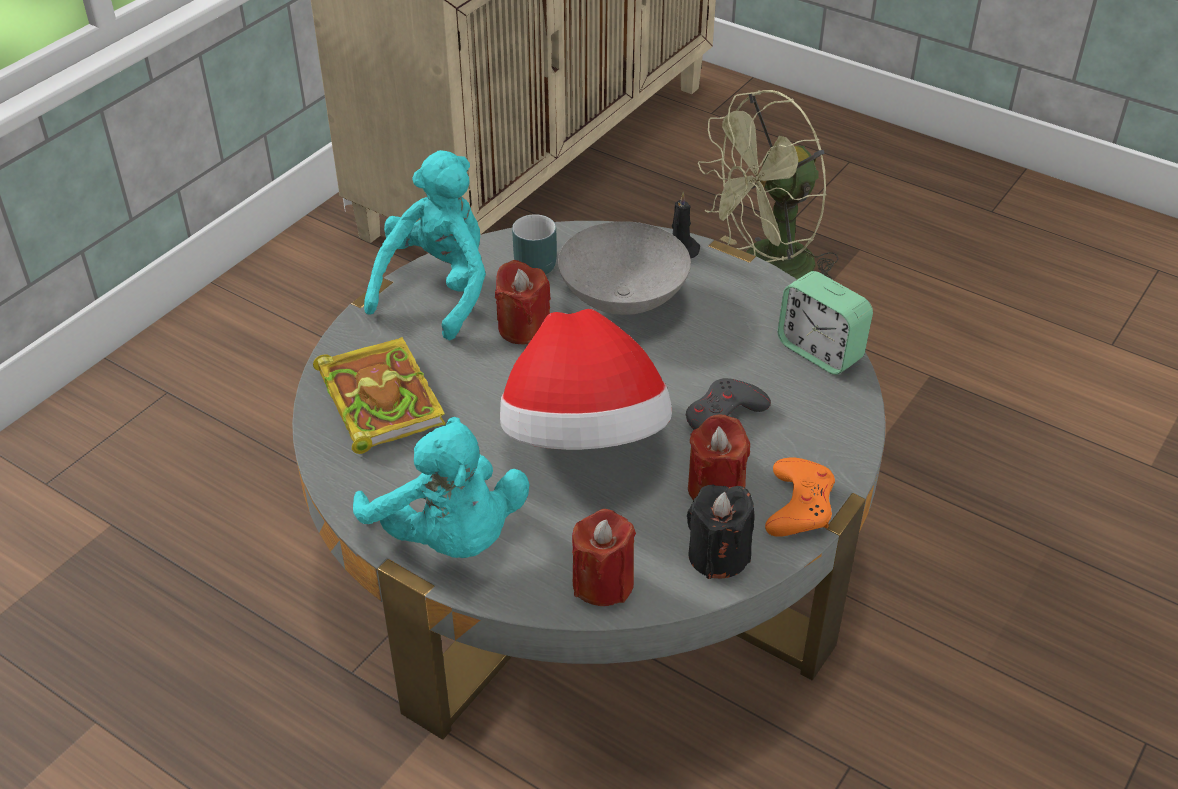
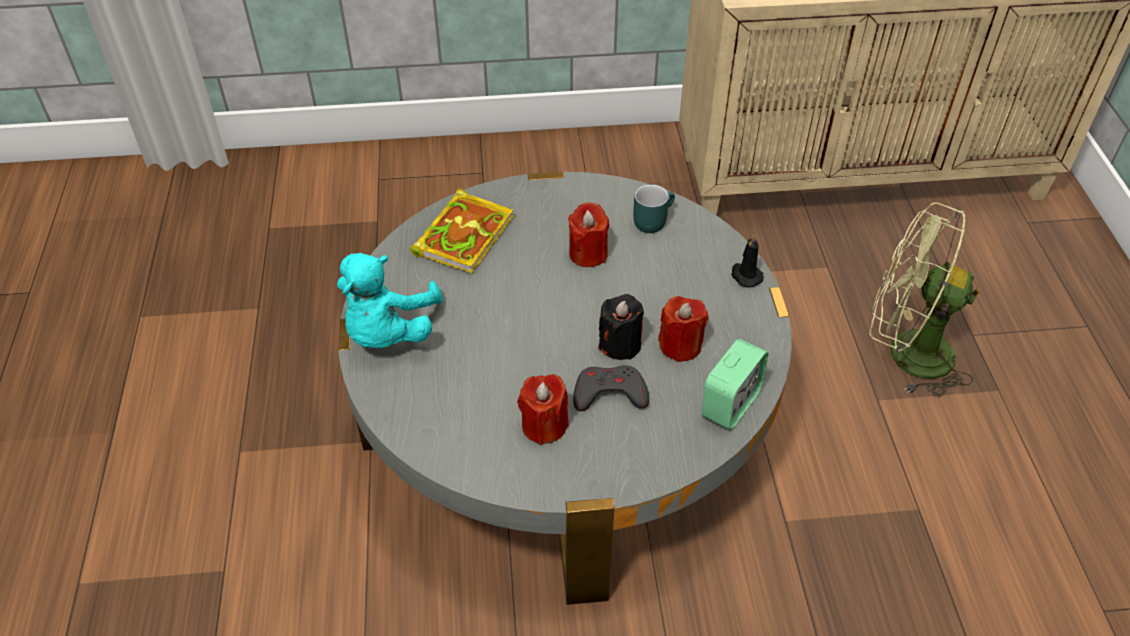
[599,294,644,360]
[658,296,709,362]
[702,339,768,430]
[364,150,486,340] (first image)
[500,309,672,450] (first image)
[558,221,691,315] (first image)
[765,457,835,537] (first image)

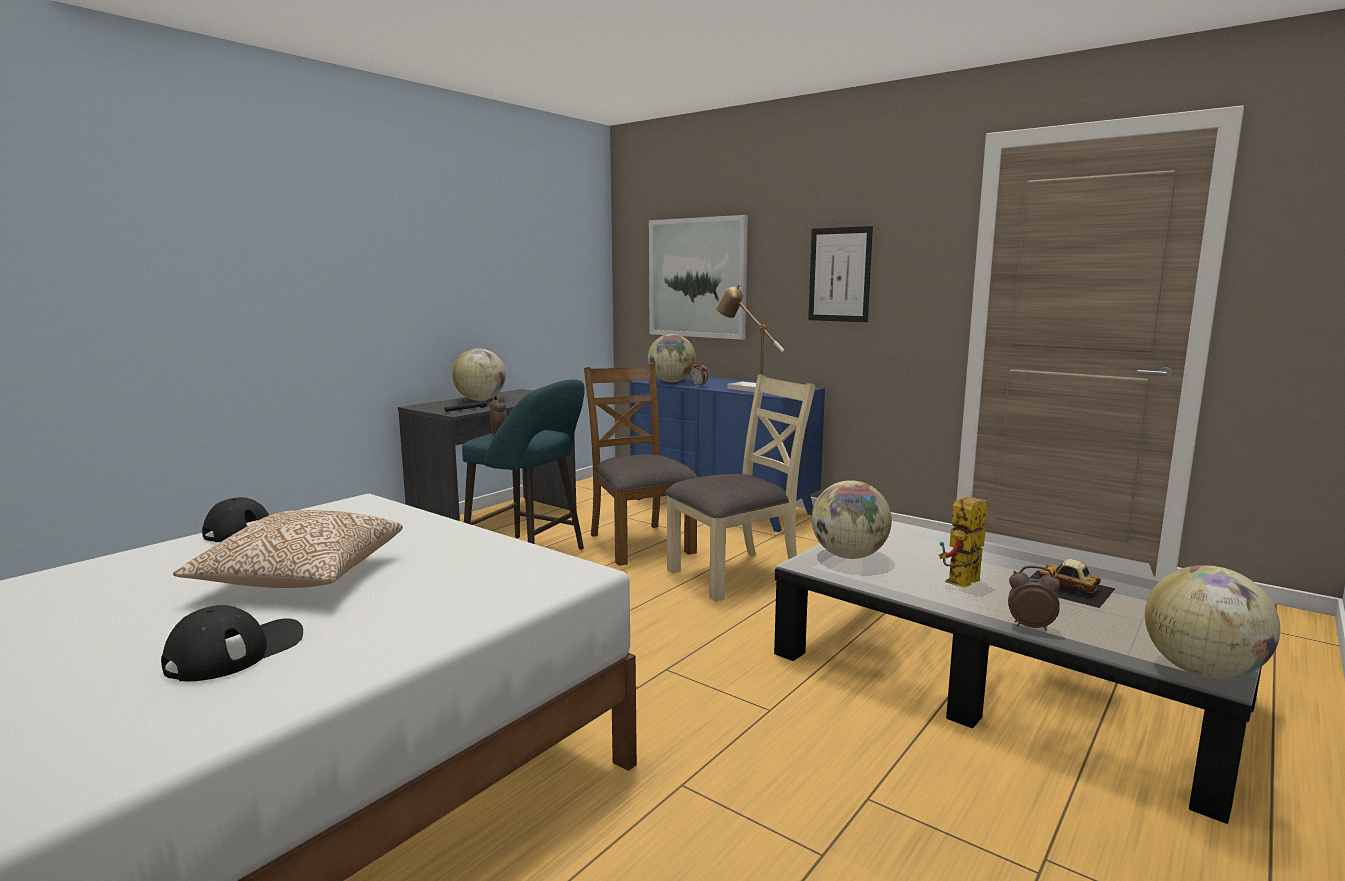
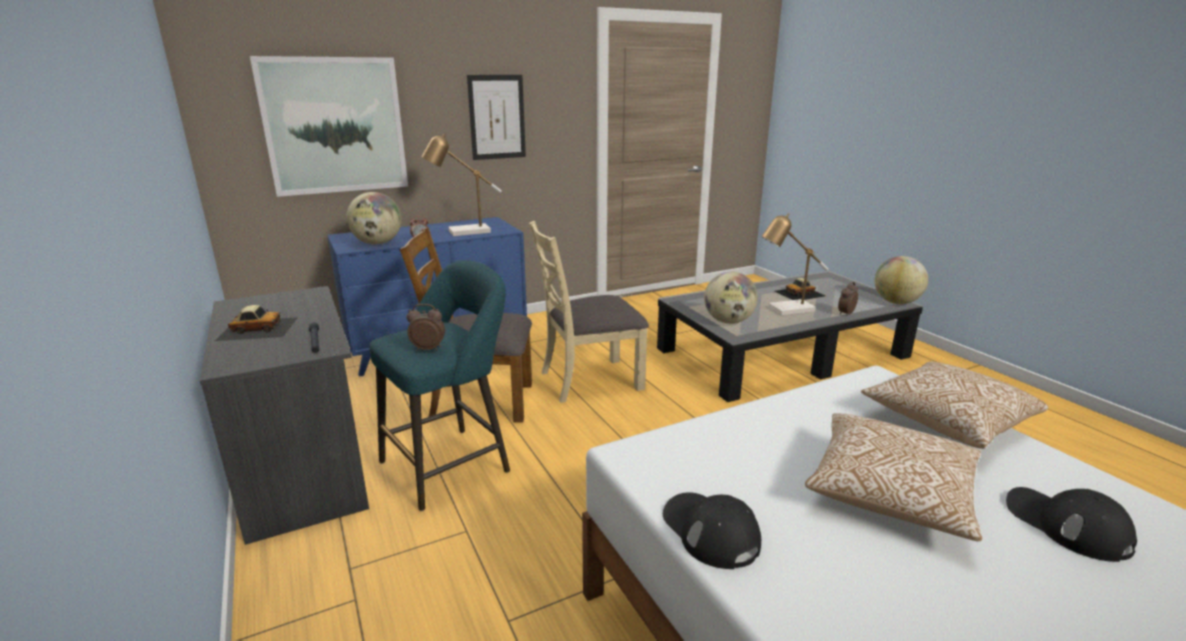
[215,305,298,341]
[529,221,649,403]
[762,213,829,315]
[861,362,1049,449]

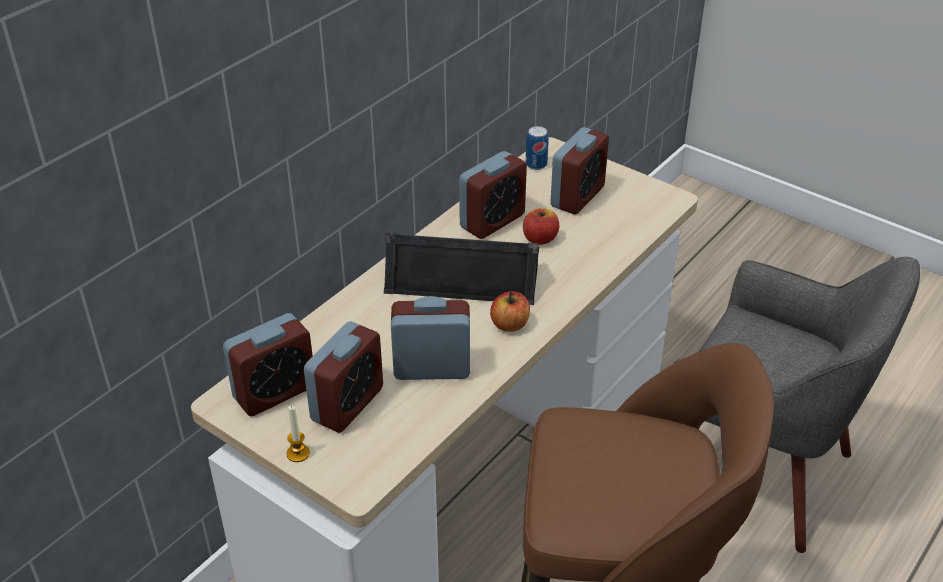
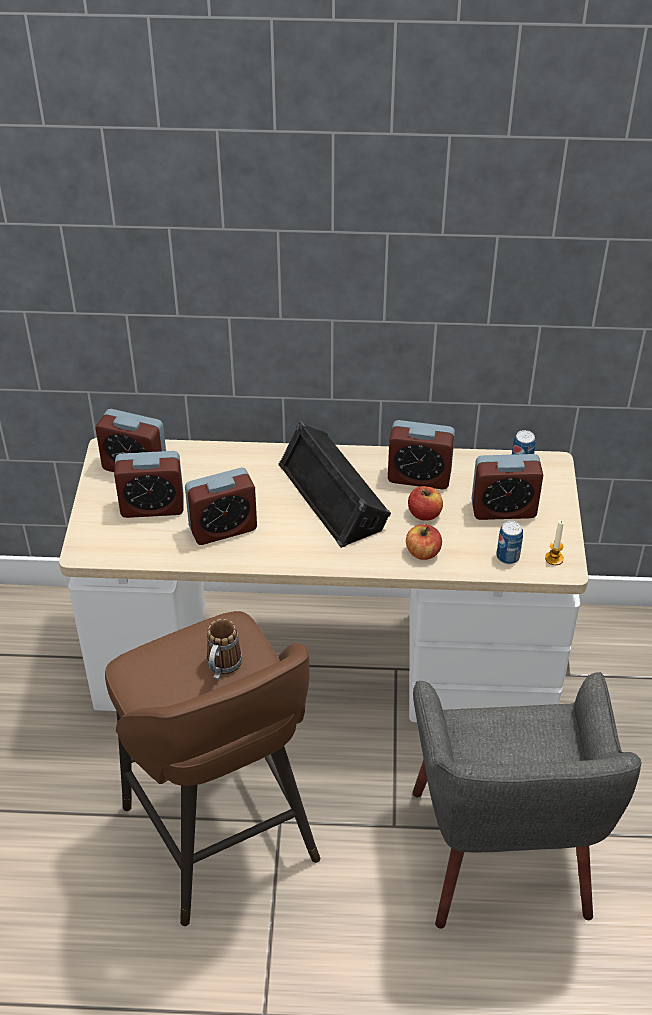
[185,468,257,545]
[206,619,242,680]
[406,524,442,560]
[496,521,523,564]
[545,520,564,565]

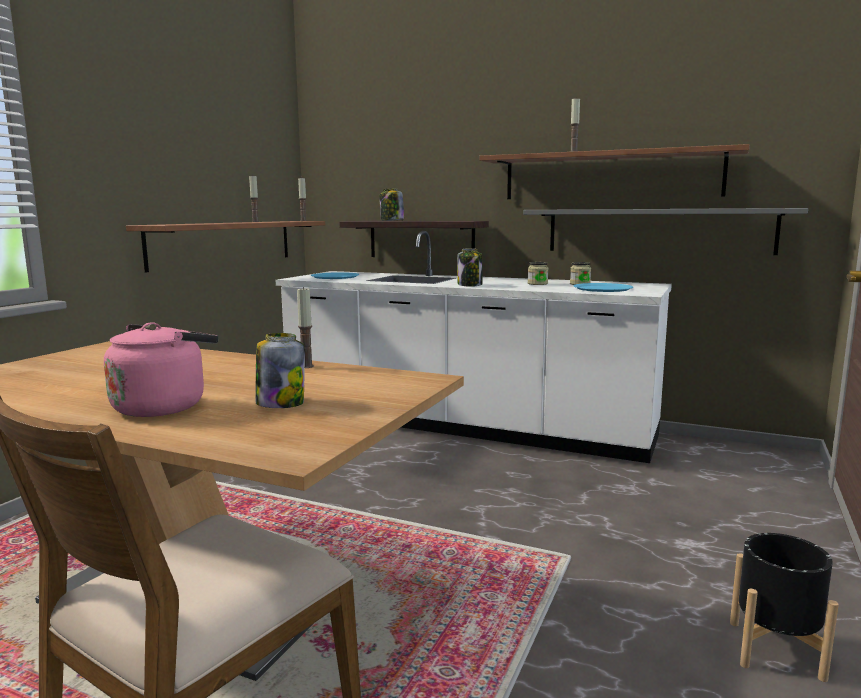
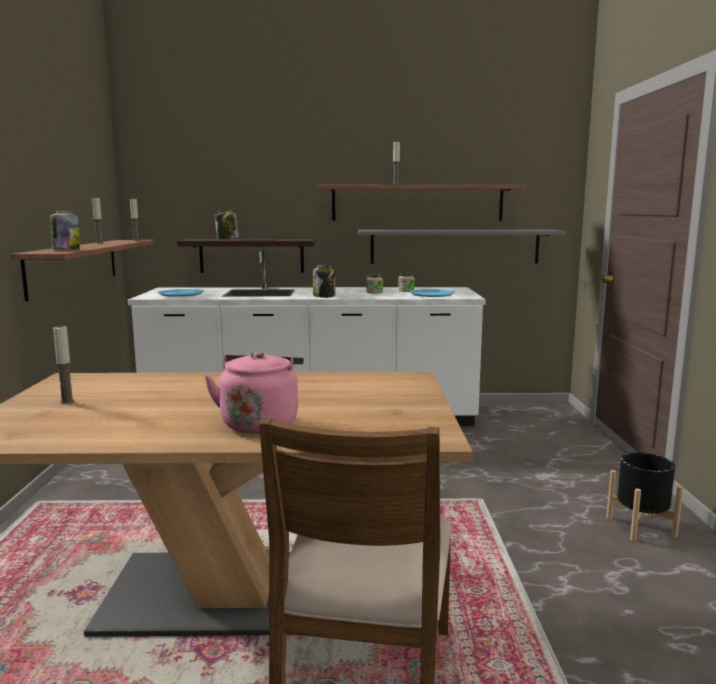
[50,210,80,250]
[53,325,75,404]

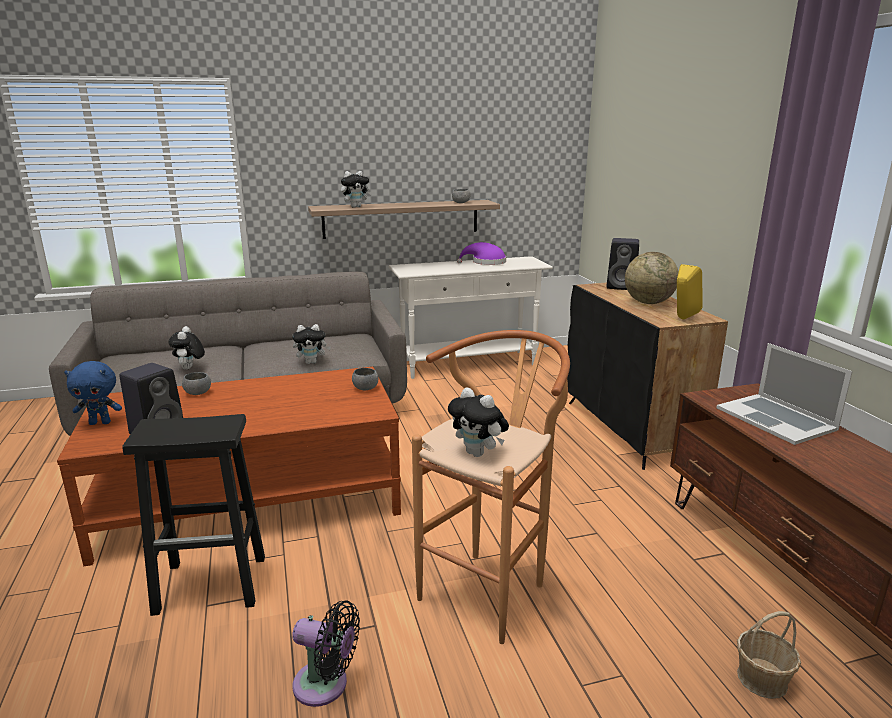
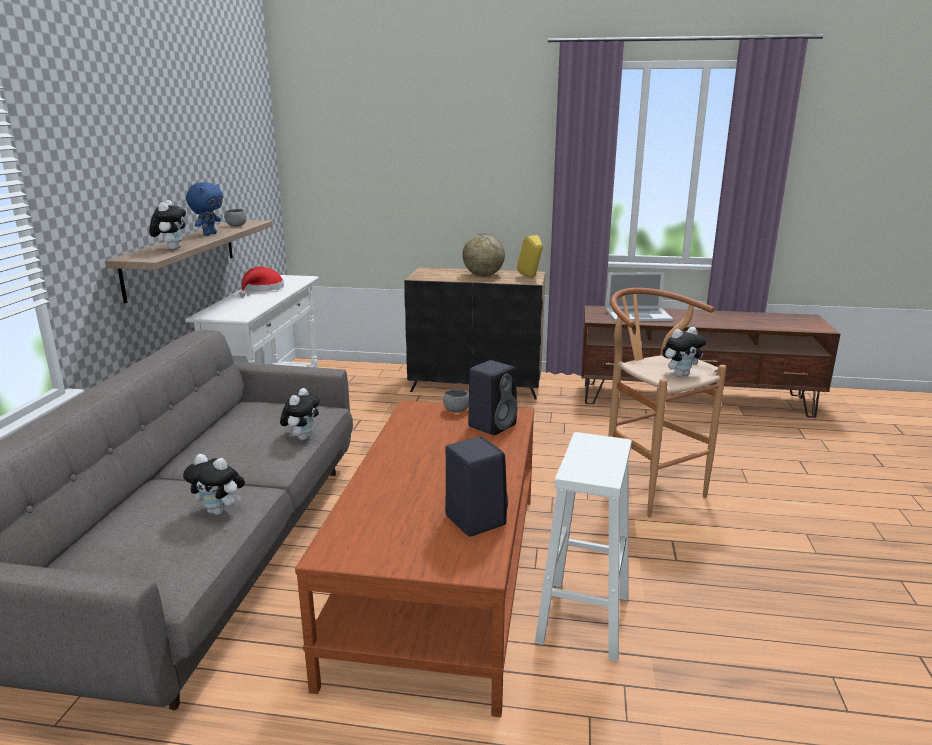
[186,182,223,236]
[240,267,284,296]
[468,360,518,435]
[535,432,632,662]
[182,372,211,395] (first image)
[292,600,360,707] (first image)
[737,611,801,699] (first image)

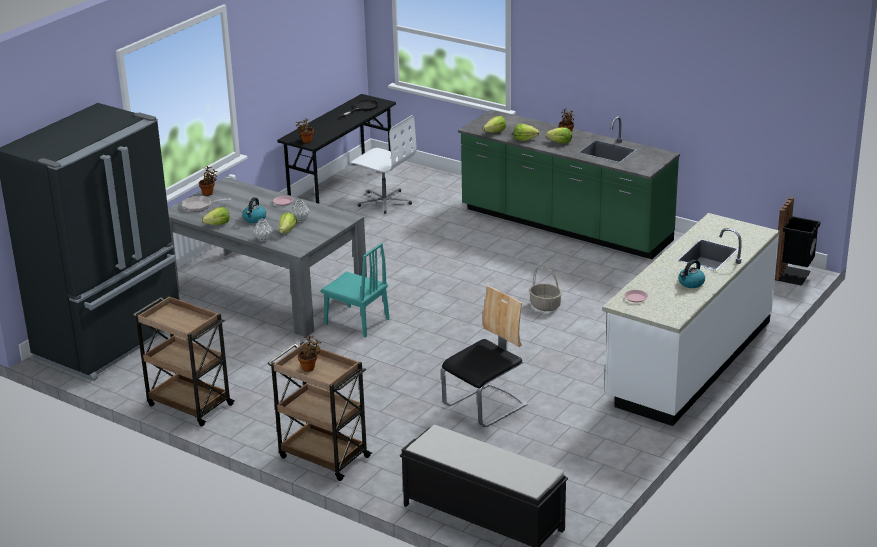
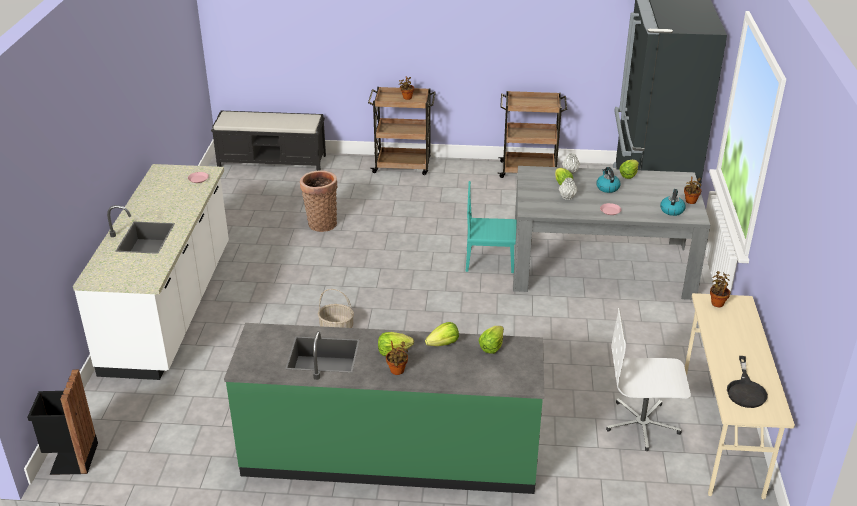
[300,170,338,232]
[660,189,686,216]
[685,293,795,499]
[182,196,231,212] (first image)

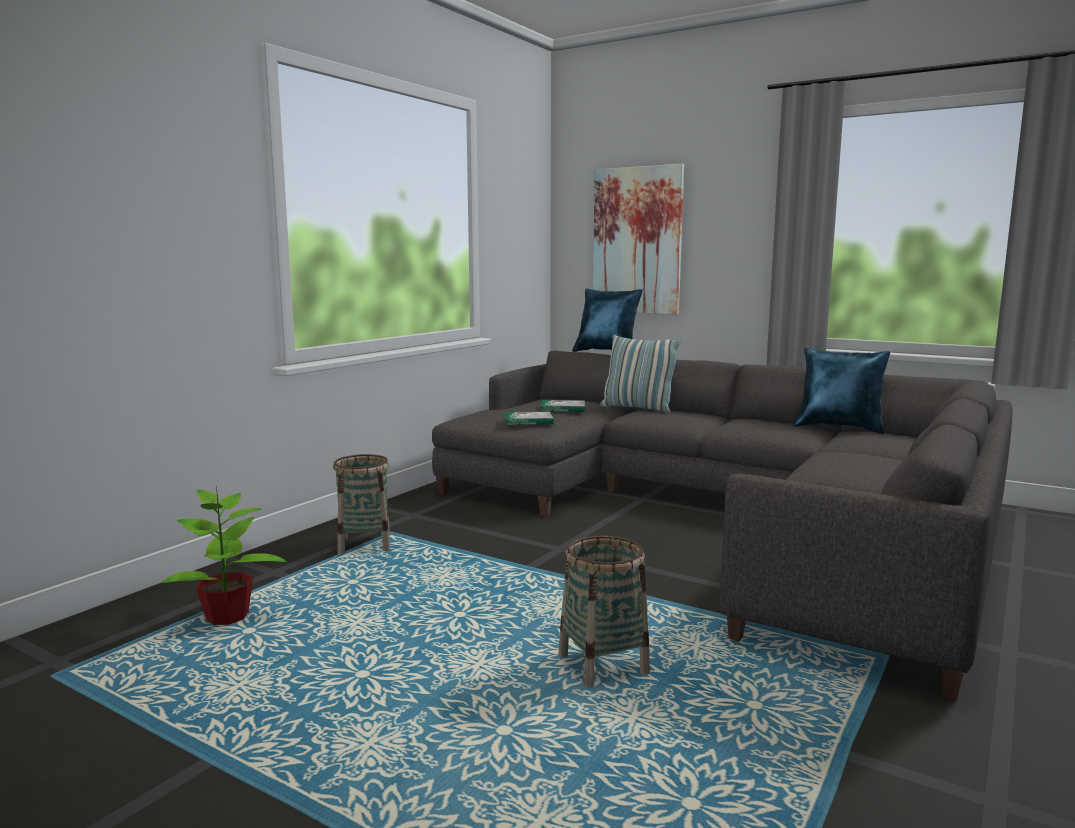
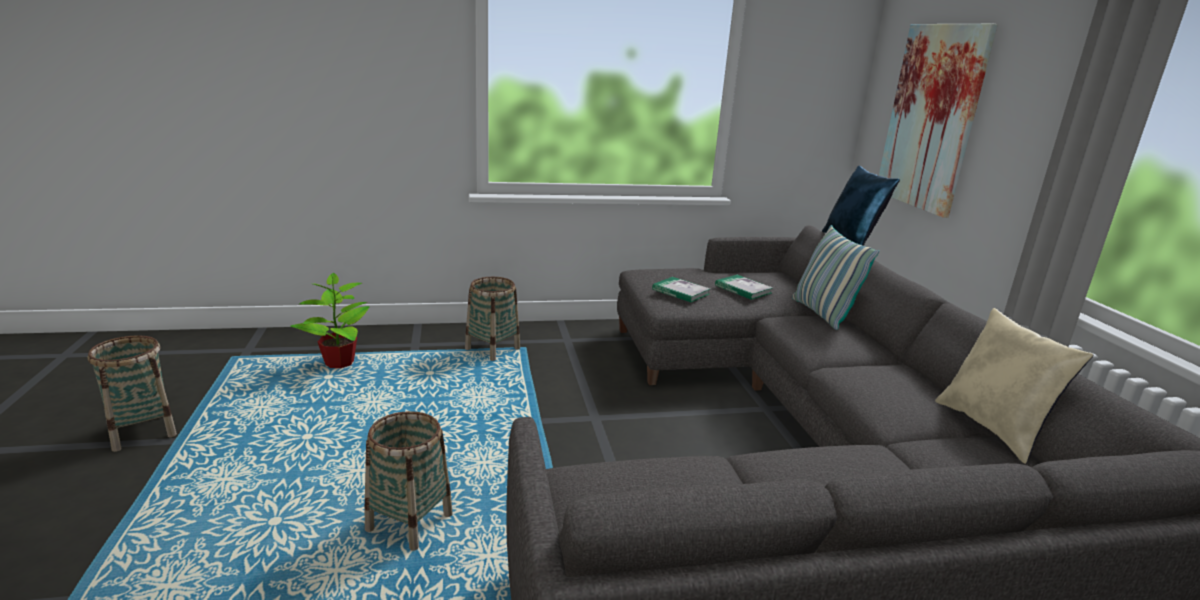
[88,335,177,452]
[935,308,1094,464]

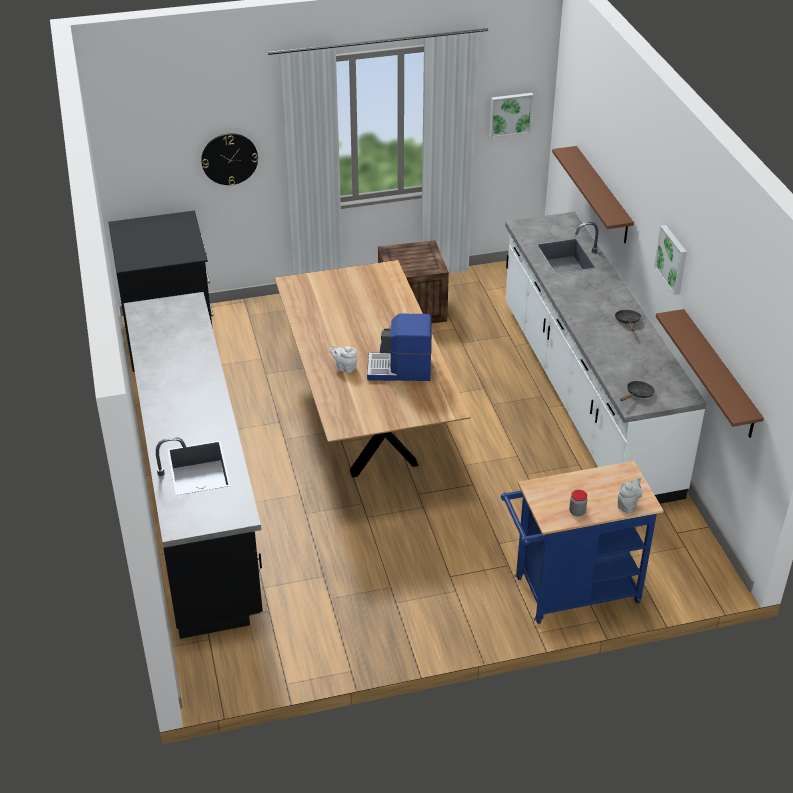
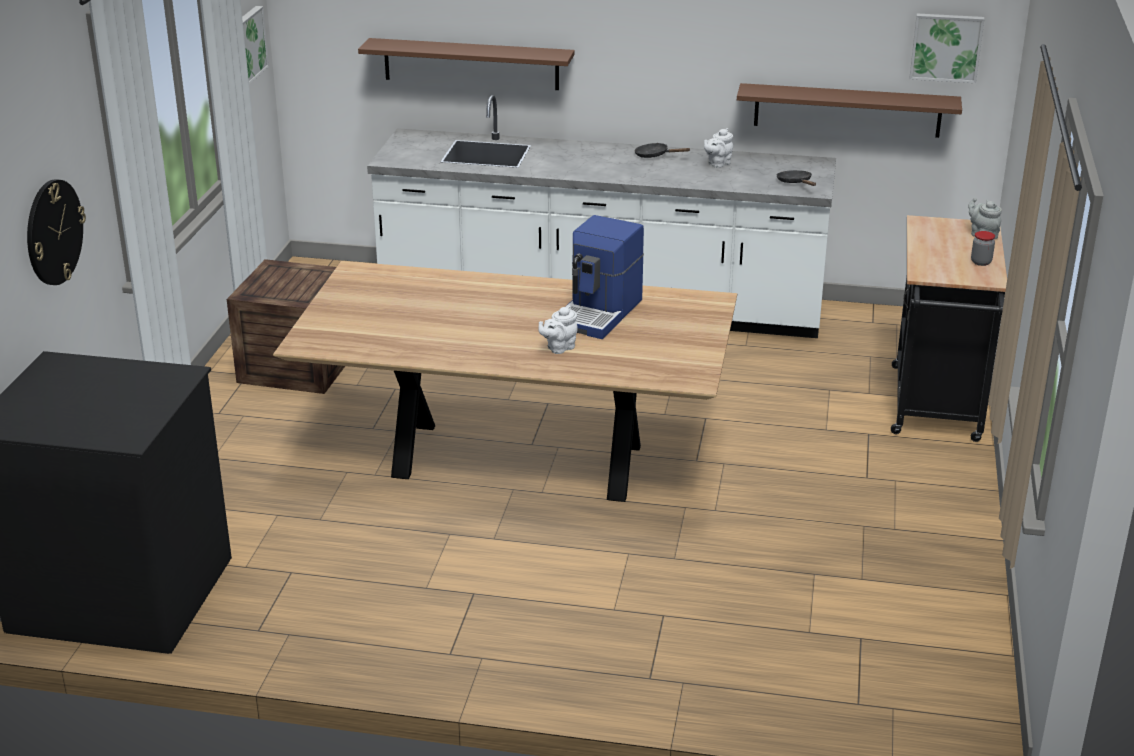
[704,128,733,168]
[891,215,1007,442]
[910,13,984,83]
[124,292,263,639] (first image)

